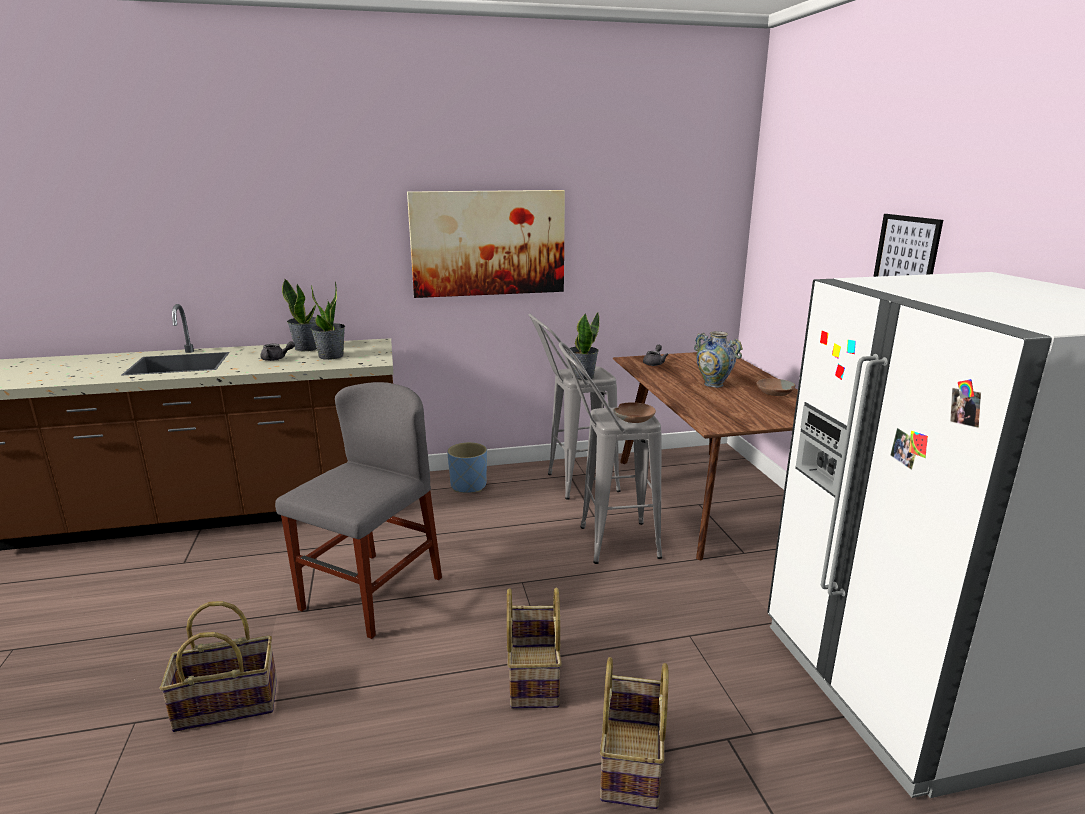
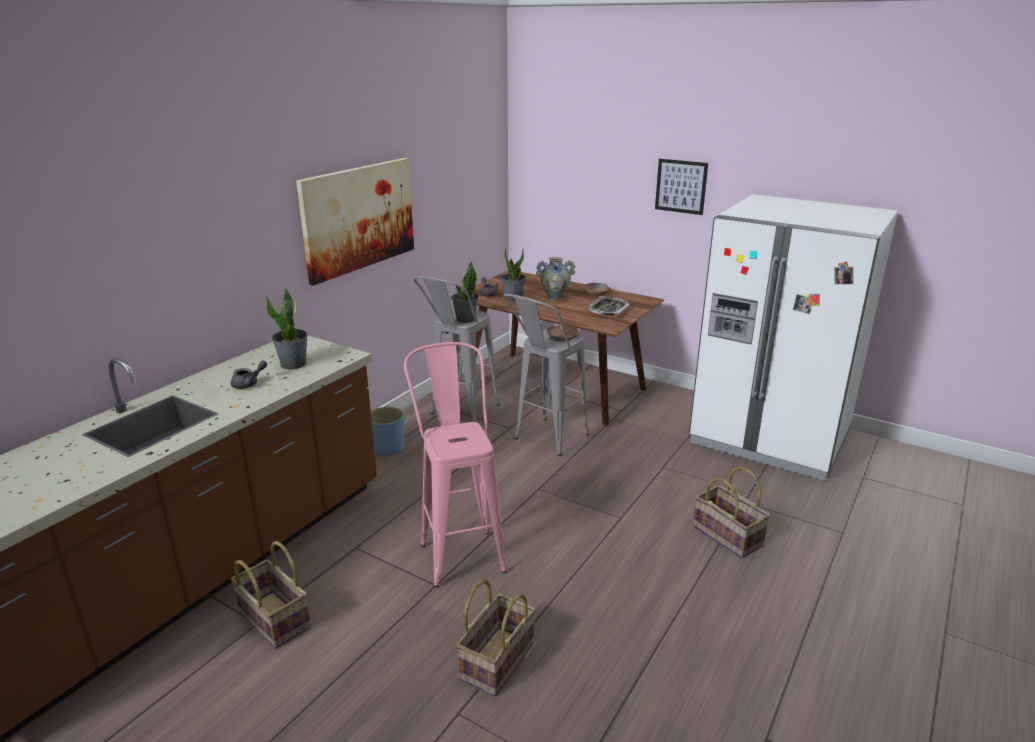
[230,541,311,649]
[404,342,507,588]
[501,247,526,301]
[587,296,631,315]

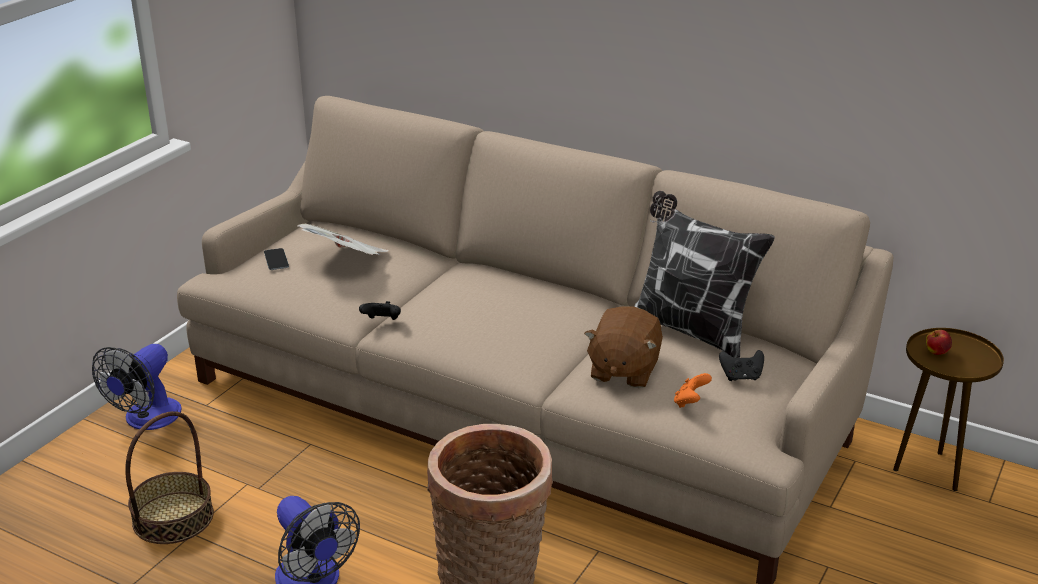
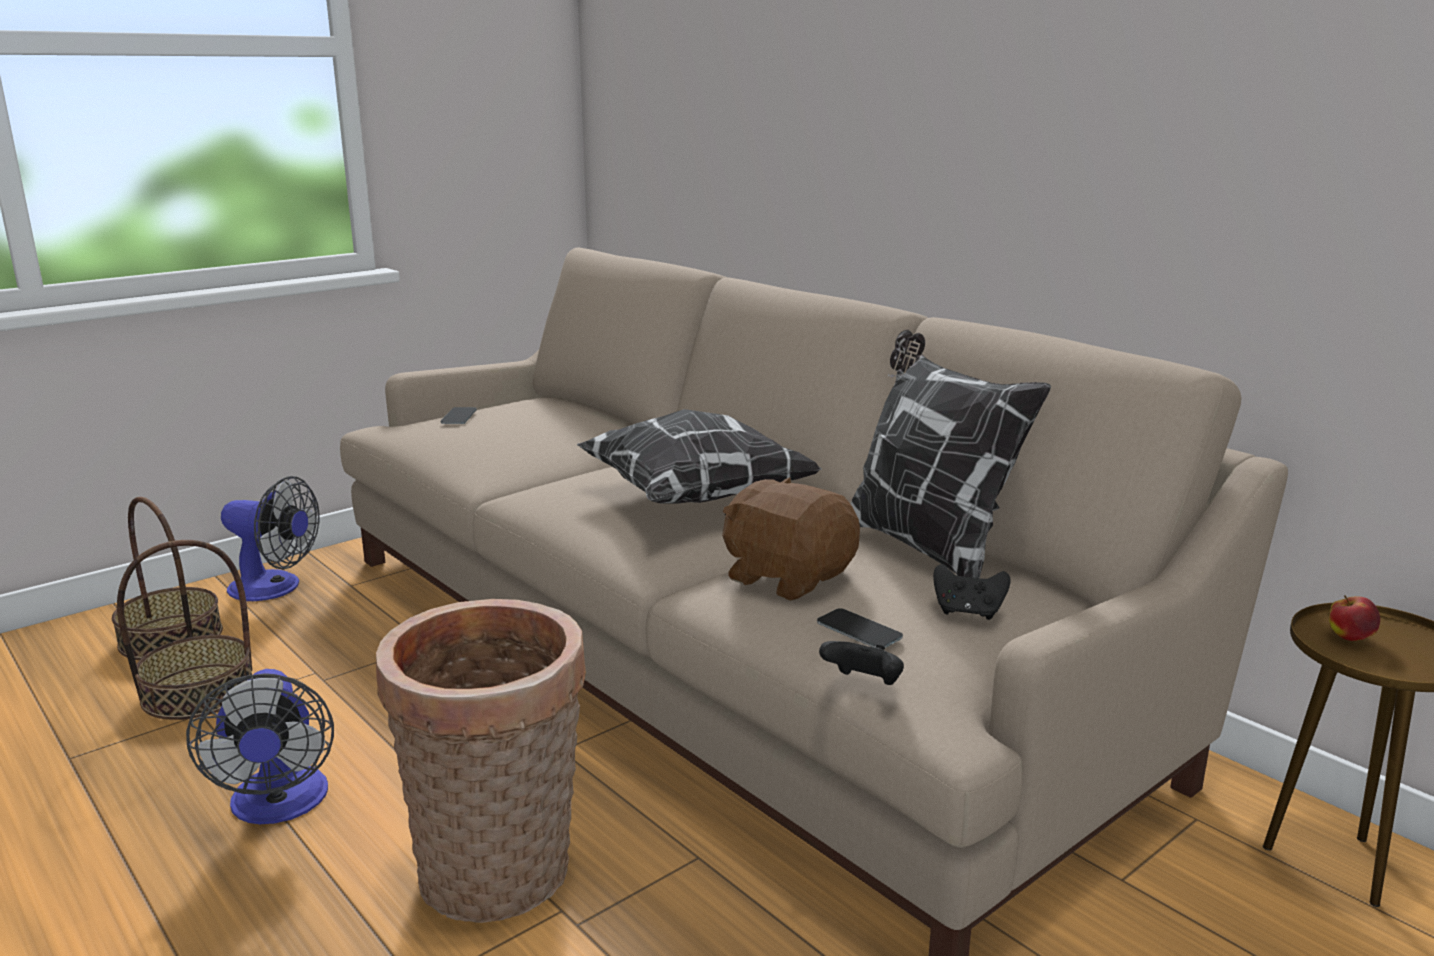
[112,497,223,660]
[221,476,320,601]
[577,409,822,504]
[722,477,860,601]
[817,608,903,648]
[819,641,904,685]
[297,224,389,255] (first image)

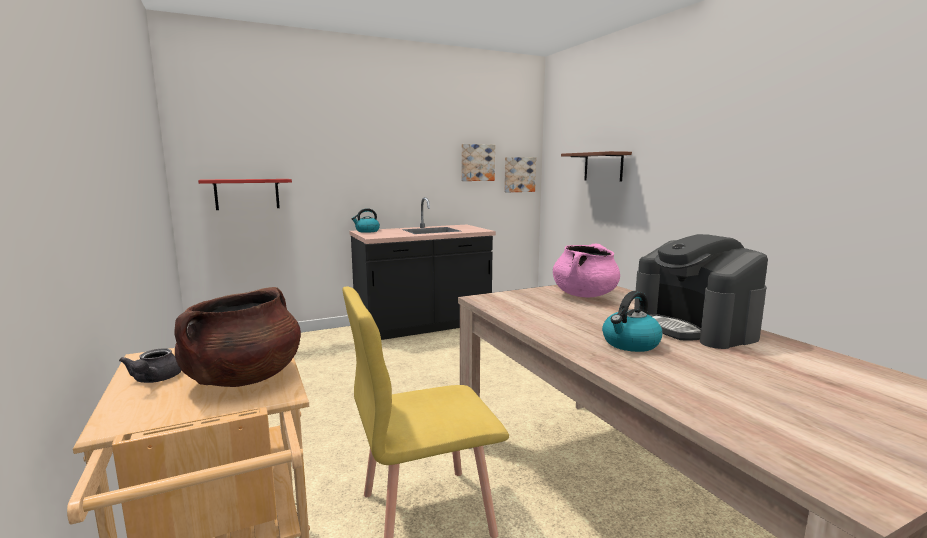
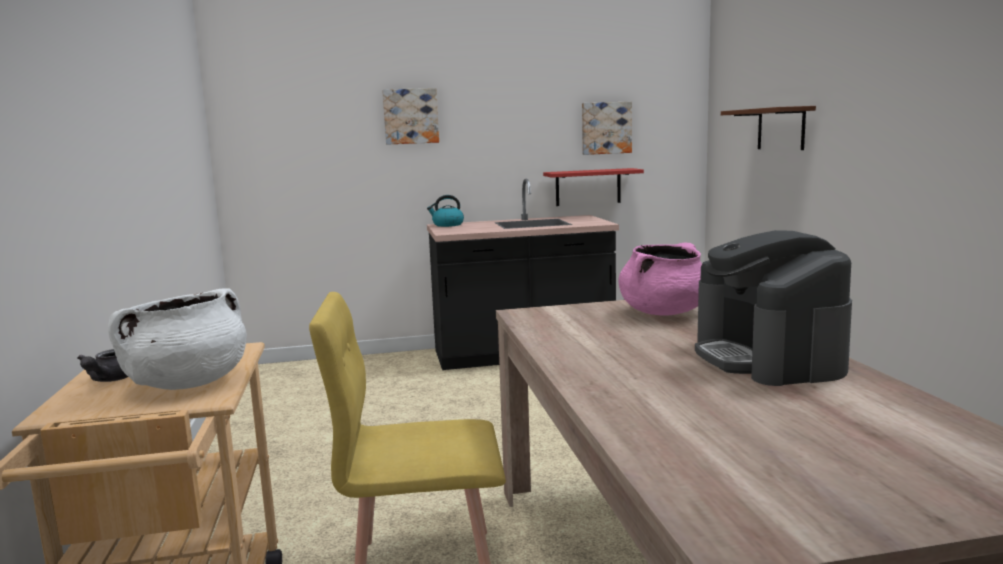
[108,288,247,390]
[382,88,439,145]
[543,168,644,206]
[602,291,663,352] (first image)

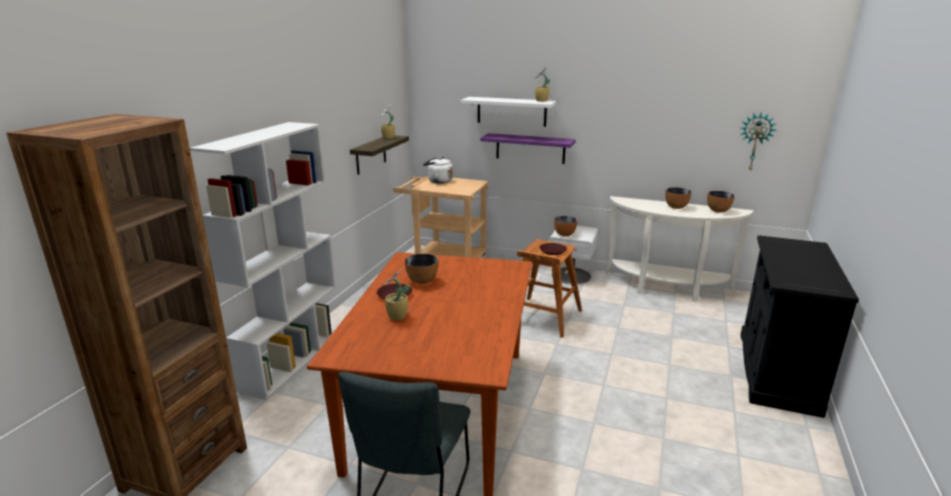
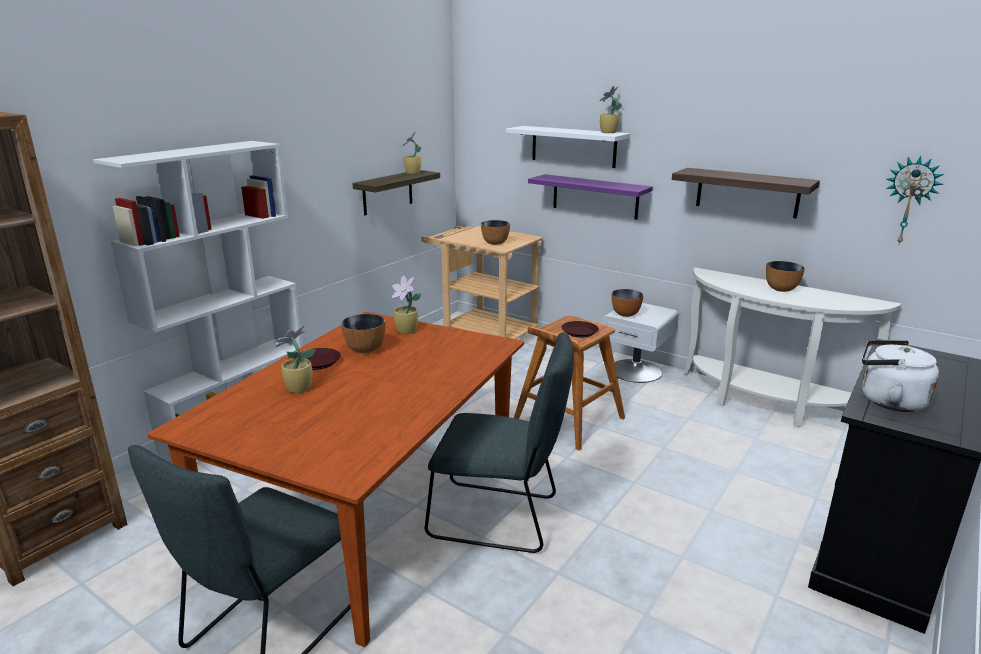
[391,275,421,334]
[425,333,574,553]
[481,220,510,245]
[672,168,820,218]
[862,340,939,412]

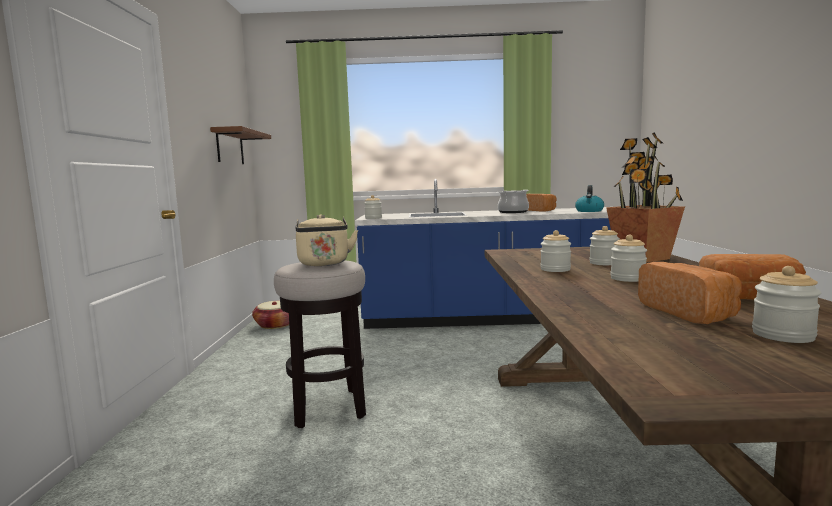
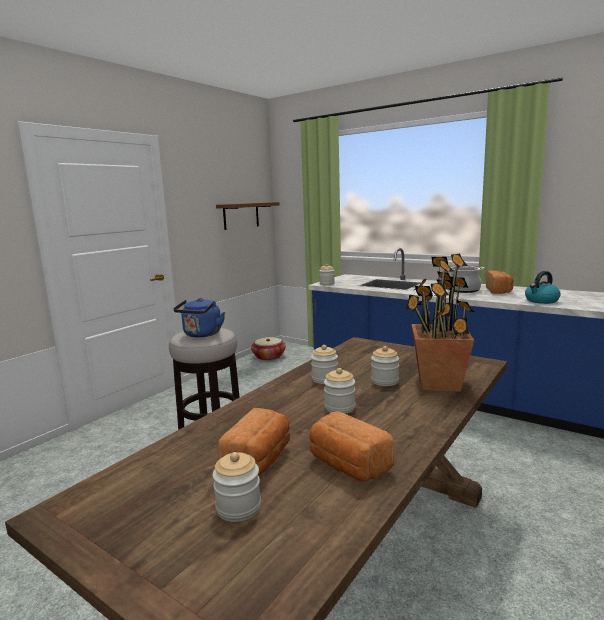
[173,298,225,337]

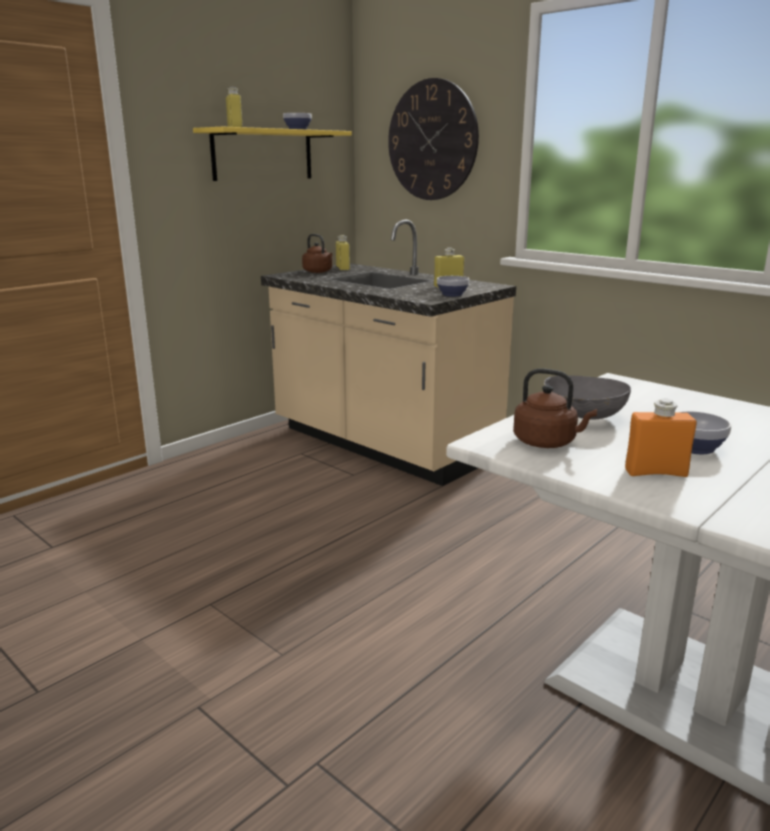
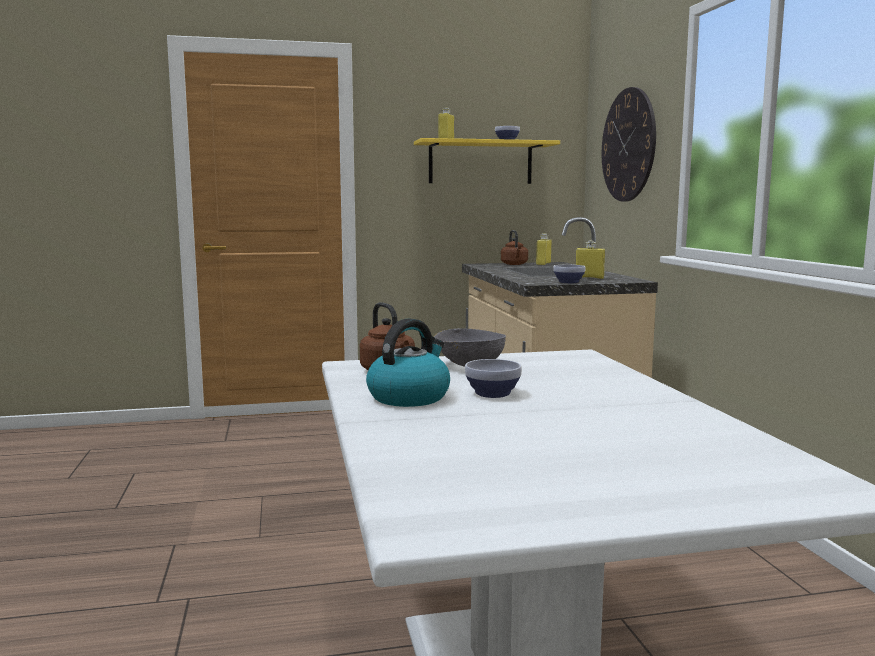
[366,318,450,407]

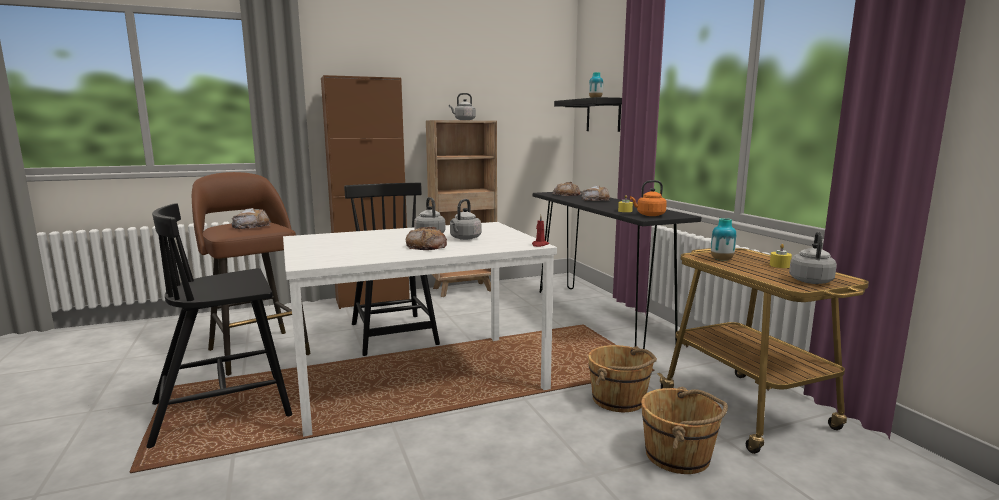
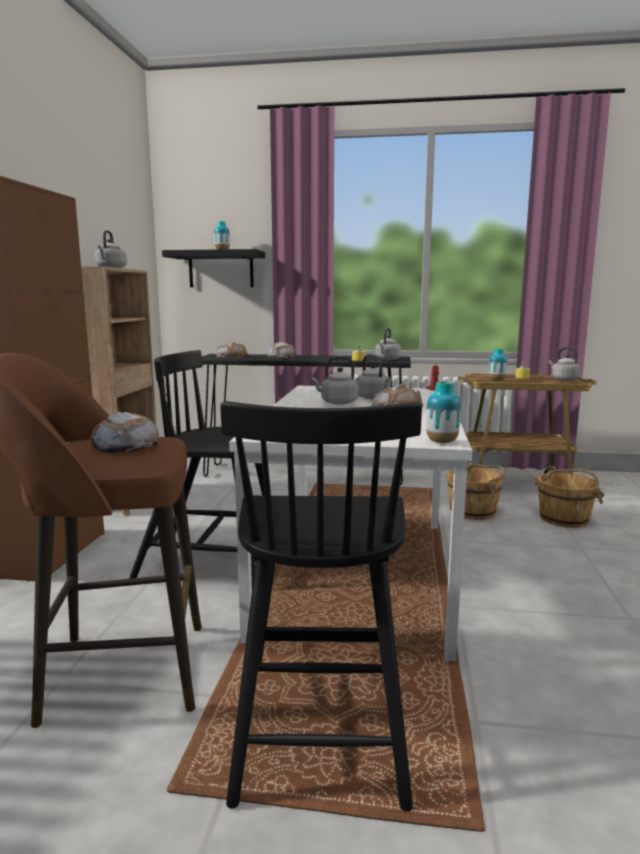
[375,328,401,360]
[426,381,461,443]

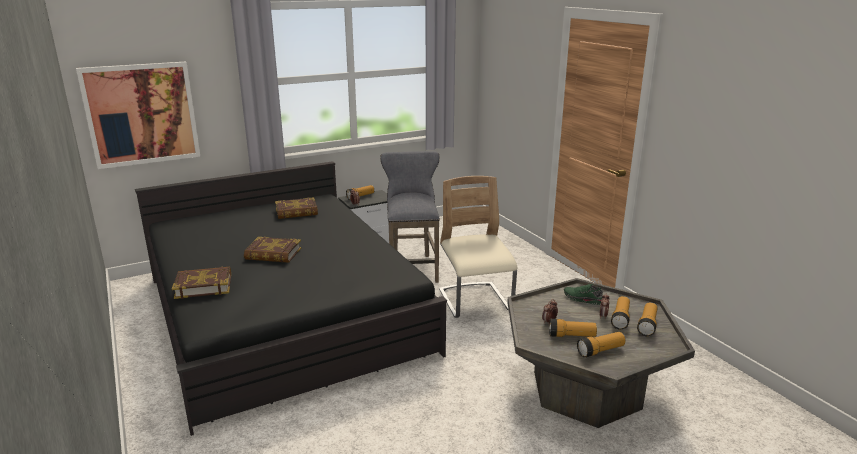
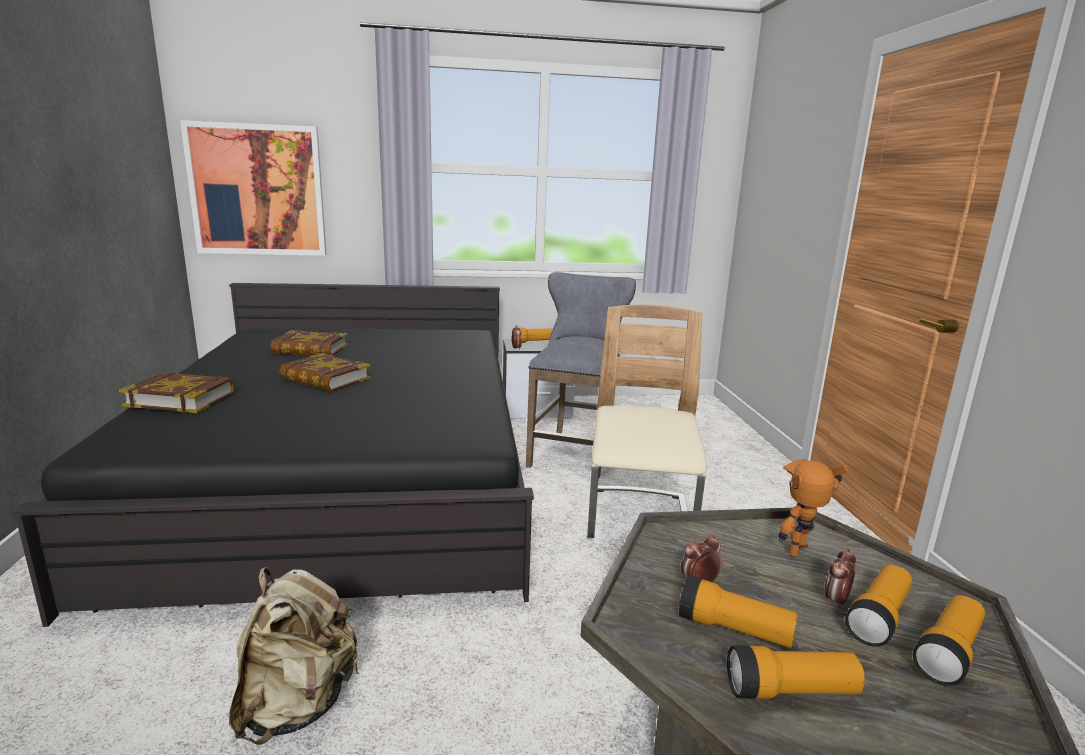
[229,567,360,745]
[271,330,348,356]
[778,459,848,557]

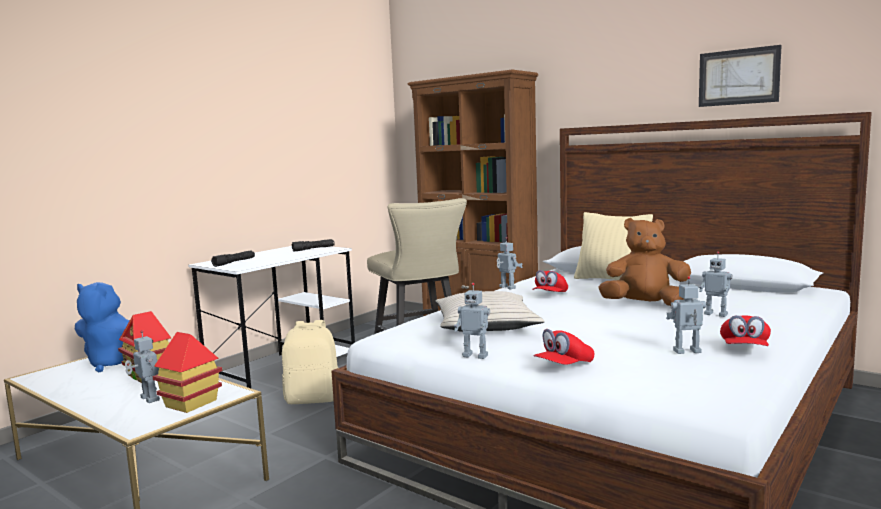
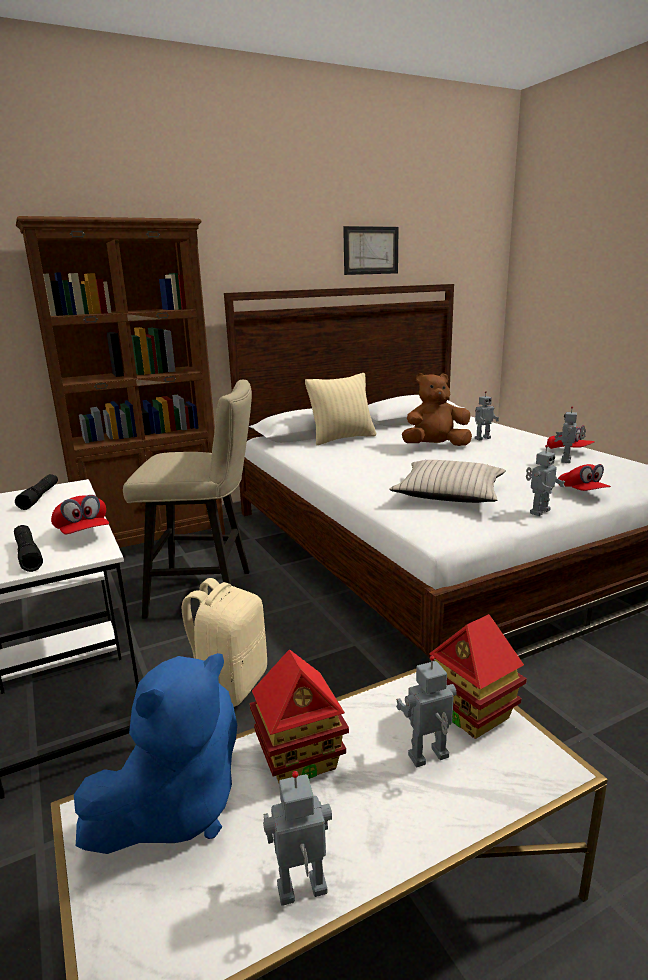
[51,495,109,534]
[263,771,332,906]
[402,373,472,446]

